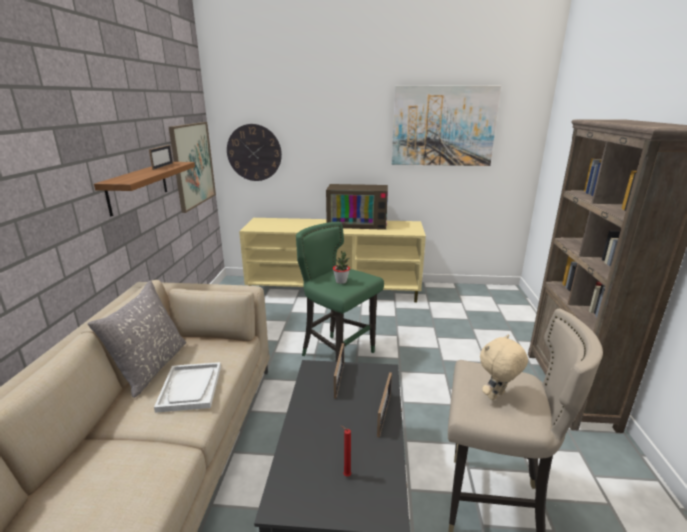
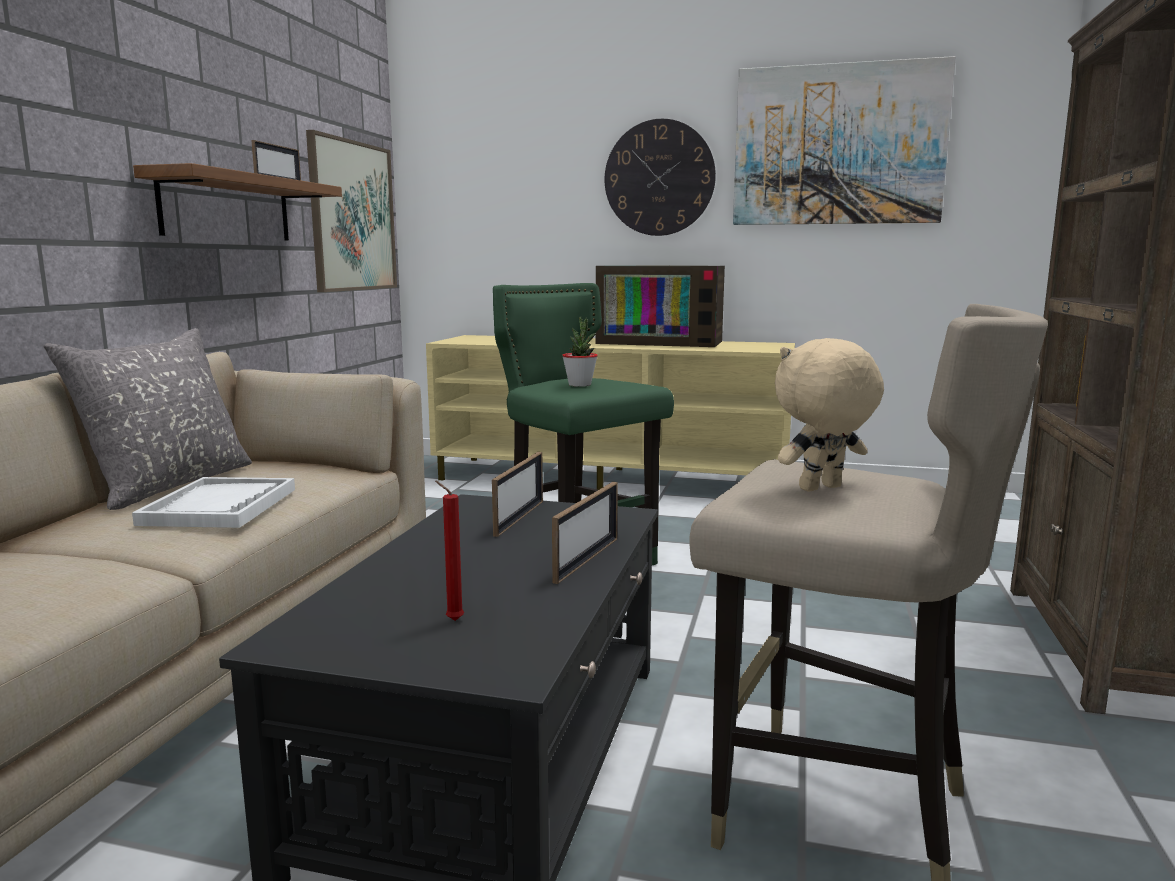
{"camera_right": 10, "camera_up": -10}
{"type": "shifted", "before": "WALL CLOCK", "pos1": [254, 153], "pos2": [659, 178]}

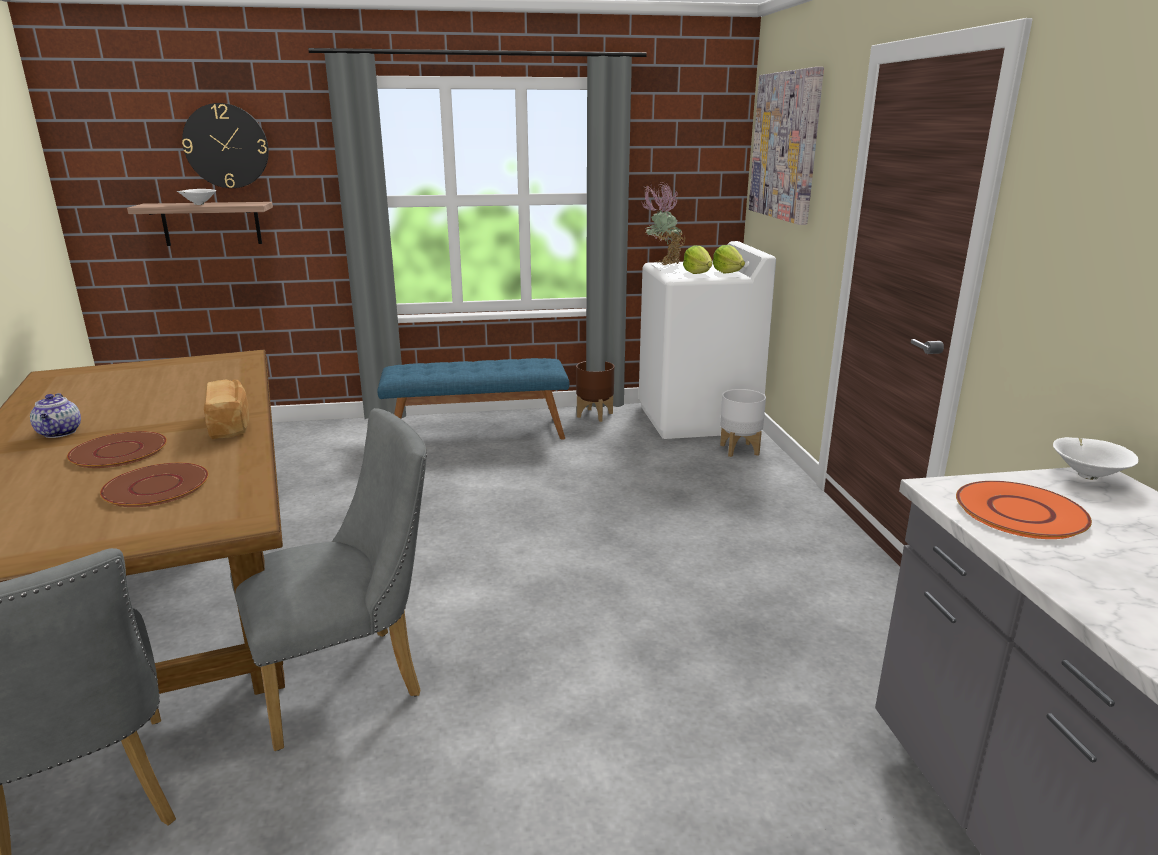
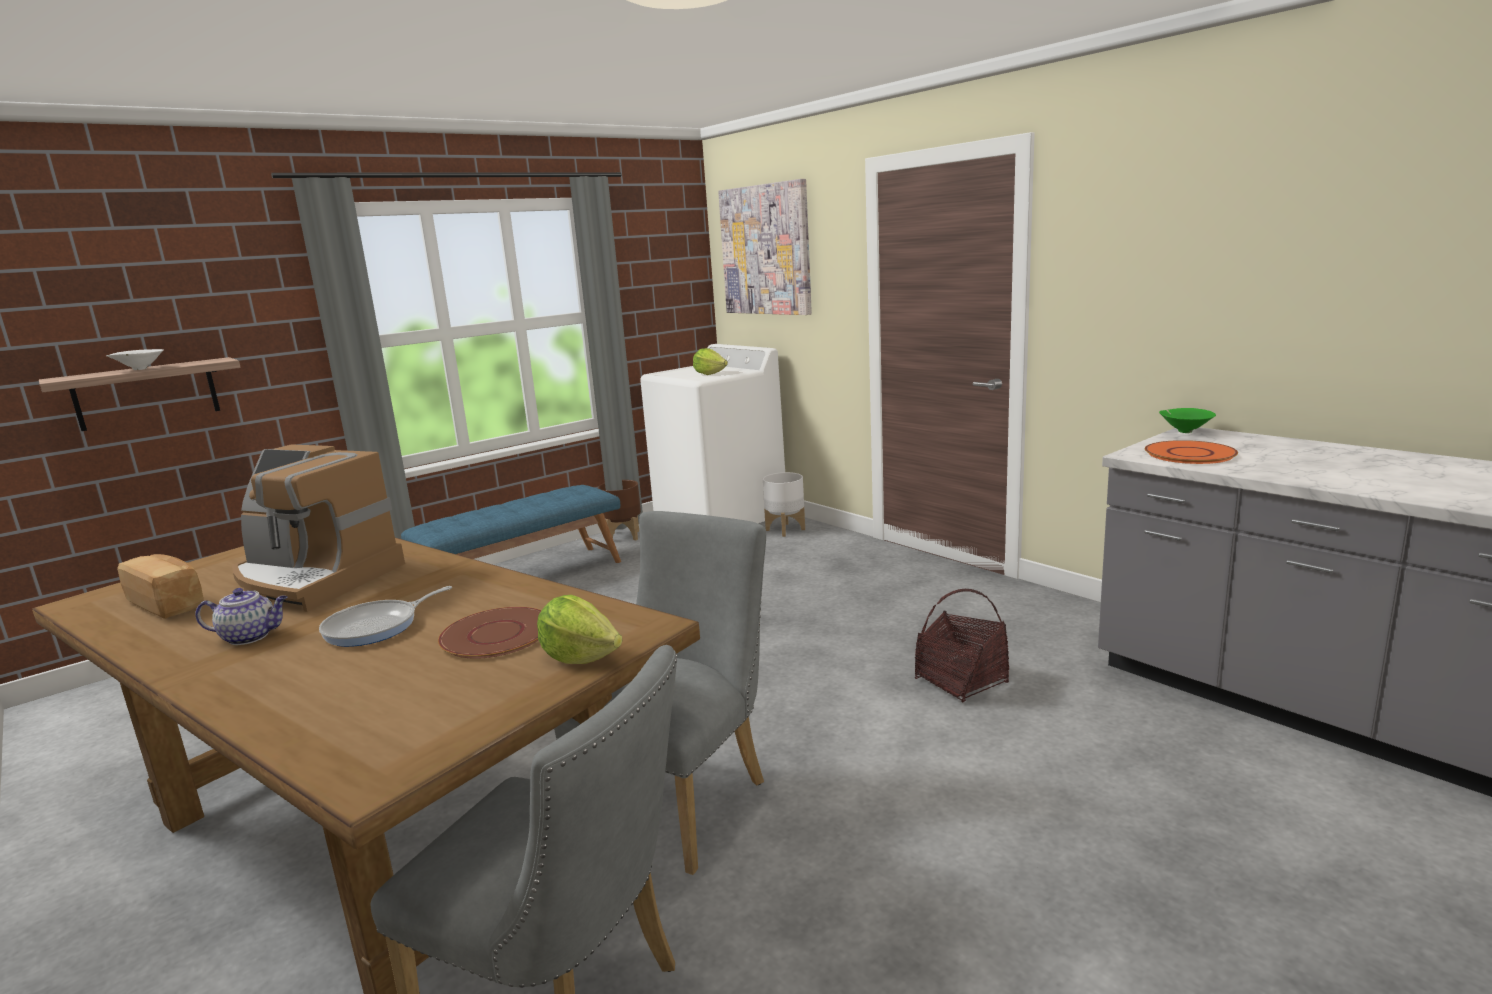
{"camera_right": -30, "camera_up": -5}
{"type": "gone", "before": "WALL CLOCK", "pos1": [226, 146]}
{"type": "gone", "before": "POTTED PLANT", "pos1": [662, 264]}
{"type": "new", "after": "COFFEE MACHINE", "pos2": [314, 579]}
{"type": "new", "after": "BASKET", "pos2": [961, 681]}
{"type": "shifted", "before": "BREAD", "pos1": [230, 425], "pos2": [168, 604]}
{"type": "shifted", "before": "LETTUCE", "pos1": [727, 272], "pos2": [580, 657]}
{"type": "swapped", "before": "BROWN PLATE", "after": "FRYING PAN", "pos1": [119, 451], "pos2": [376, 627]}
{"type": "repainted", "before": "WHITE BOWL", "after": "GREEN BOWL", "pos1": [1087, 475], "pos2": [1184, 431]}
{"type": "rotated", "before": "TEAPOT", "pos1": [60, 433], "pos2": [251, 636], "turn": -45}

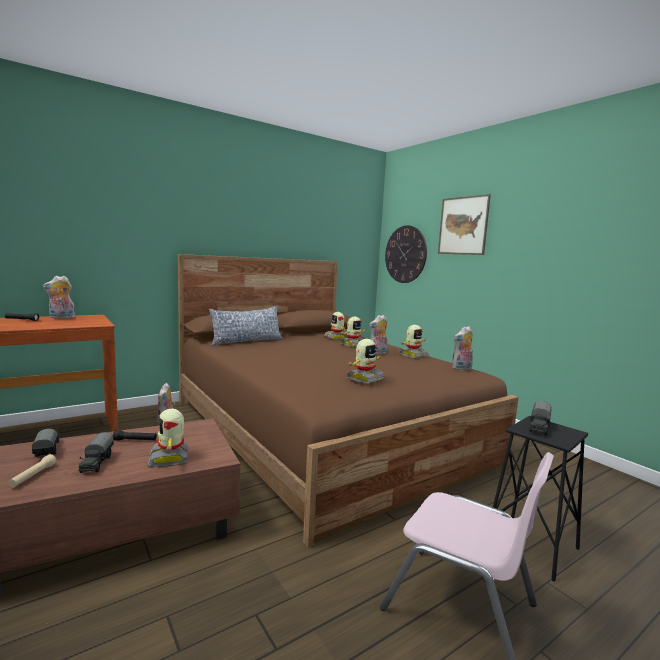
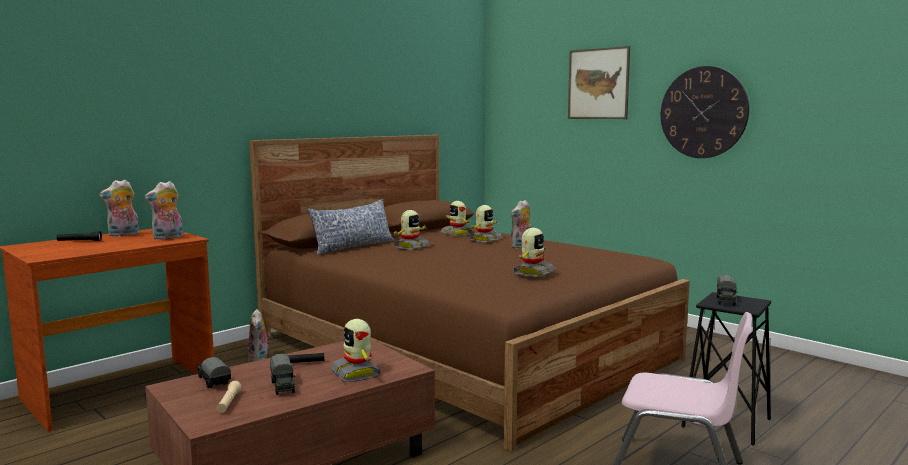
{"camera_right": -10, "camera_up": 0}
{"type": "shifted", "before": "WALL CLOCK", "pos1": [405, 254], "pos2": [703, 112]}
{"type": "shifted", "before": "TOY ROBOT", "pos1": [413, 355], "pos2": [411, 247]}
{"type": "shifted", "before": "PLUSH TOY", "pos1": [461, 369], "pos2": [168, 238]}

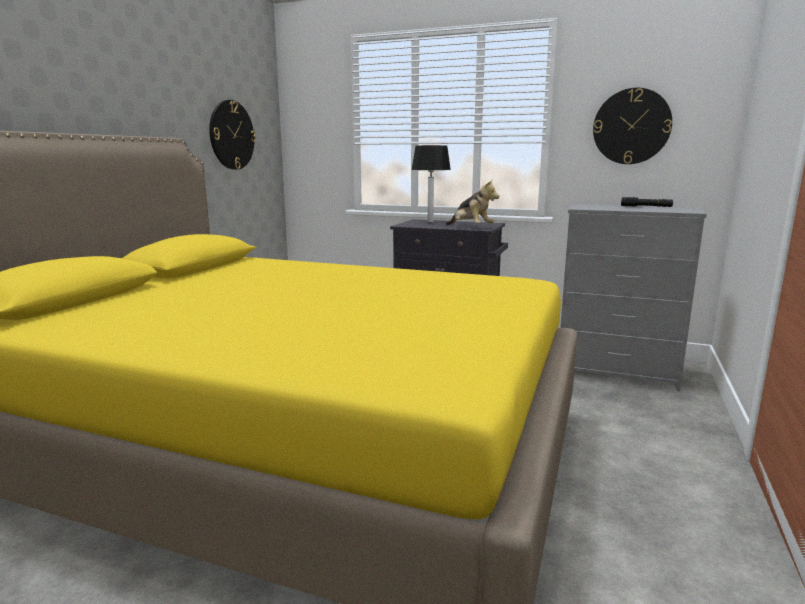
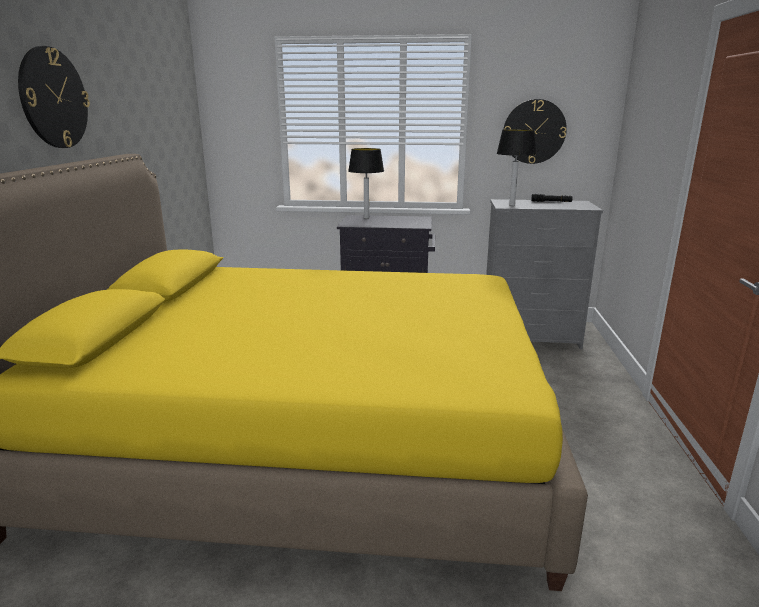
{"camera_right": -15, "camera_up": 5}
{"type": "gone", "before": "PLUSH TOY", "pos1": [470, 228]}
{"type": "new", "after": "TABLE LAMP", "pos2": [512, 205]}
{"type": "shifted", "before": "WALL CLOCK", "pos1": [231, 135], "pos2": [53, 98]}

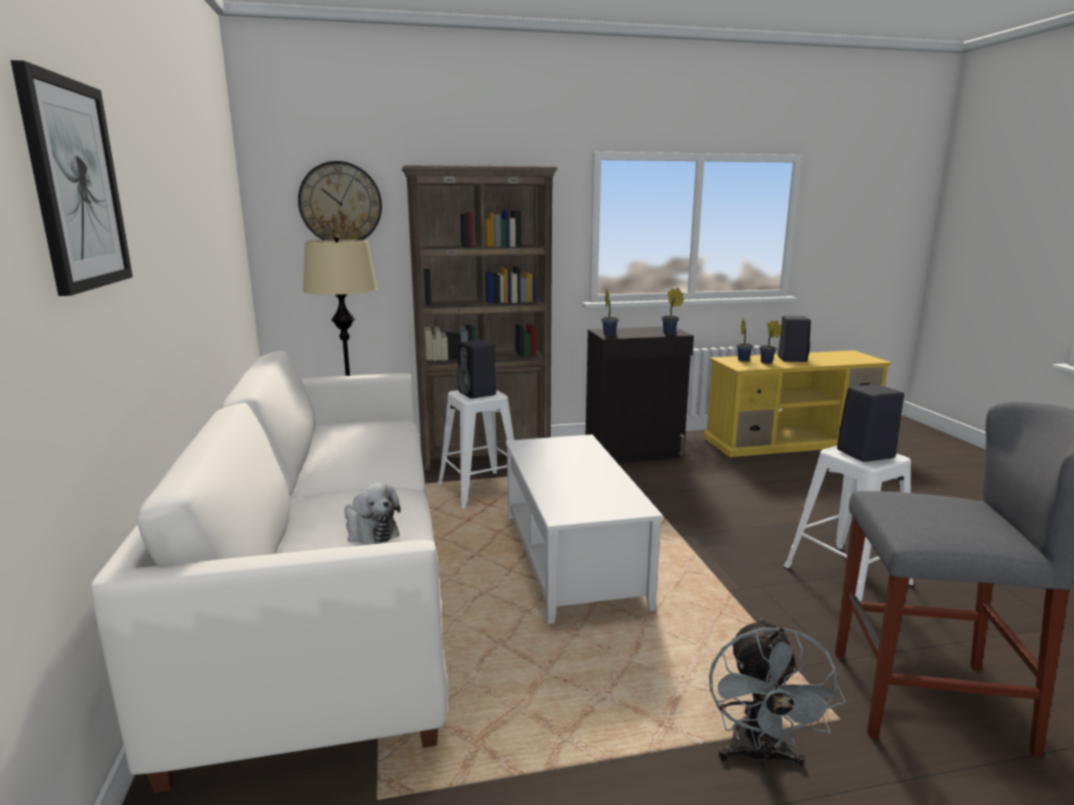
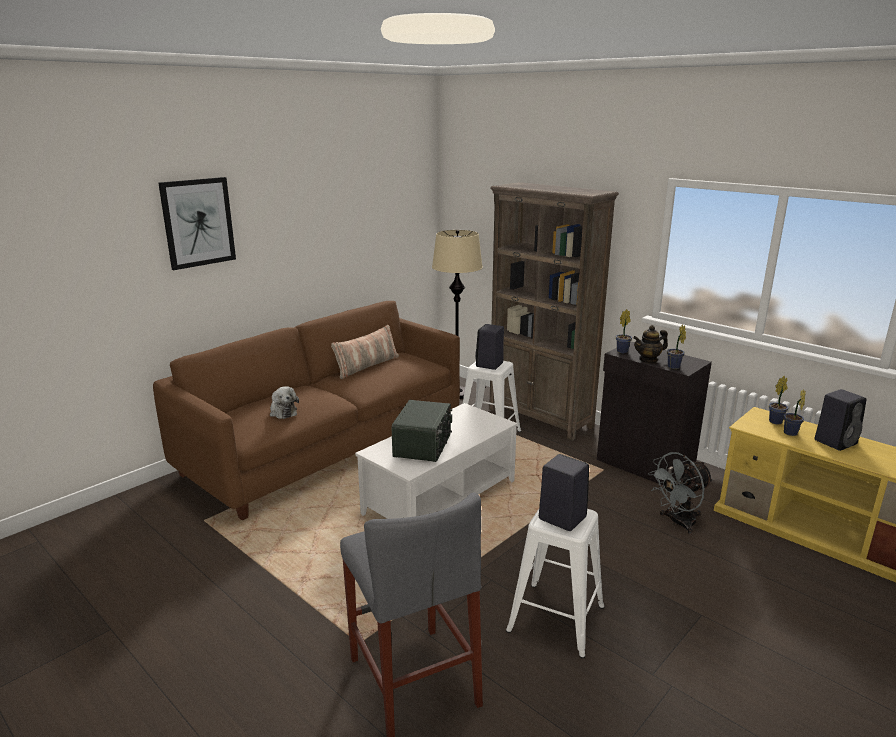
{"camera_right": 55, "camera_up": 5}
{"type": "gone", "before": "WALL CLOCK", "pos1": [340, 203]}
{"type": "new", "after": "PILLOW", "pos2": [366, 366]}
{"type": "new", "after": "RADIO", "pos2": [424, 445]}
{"type": "new", "after": "TEAPOT", "pos2": [648, 360]}
{"type": "shifted", "before": "GREY FAN", "pos1": [759, 756], "pos2": [677, 523]}
{"type": "repainted", "before": "WHITE SOFA", "after": "BROWN SOFA", "pos1": [327, 594], "pos2": [326, 446]}
{"type": "rotated", "before": "PLUSH TOY", "pos1": [370, 531], "pos2": [282, 412], "turn": -45}

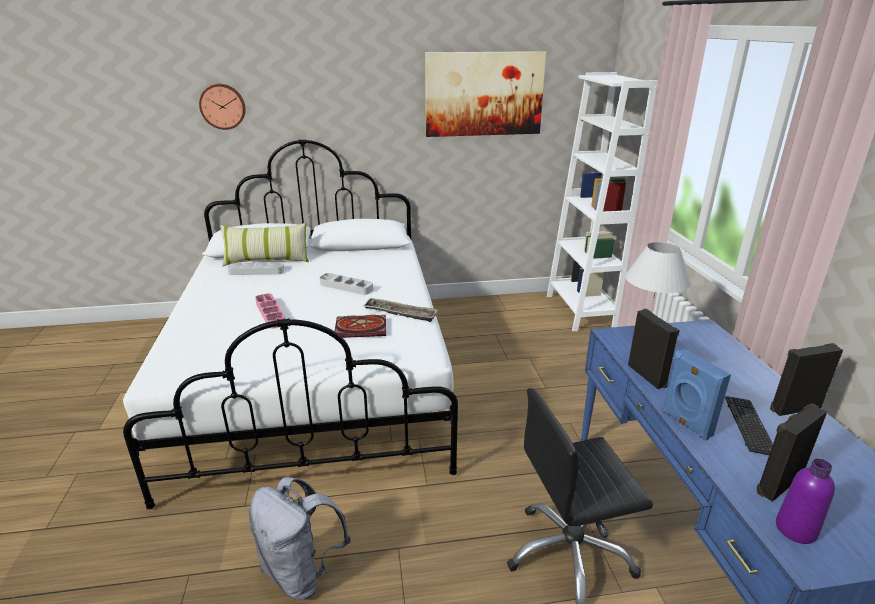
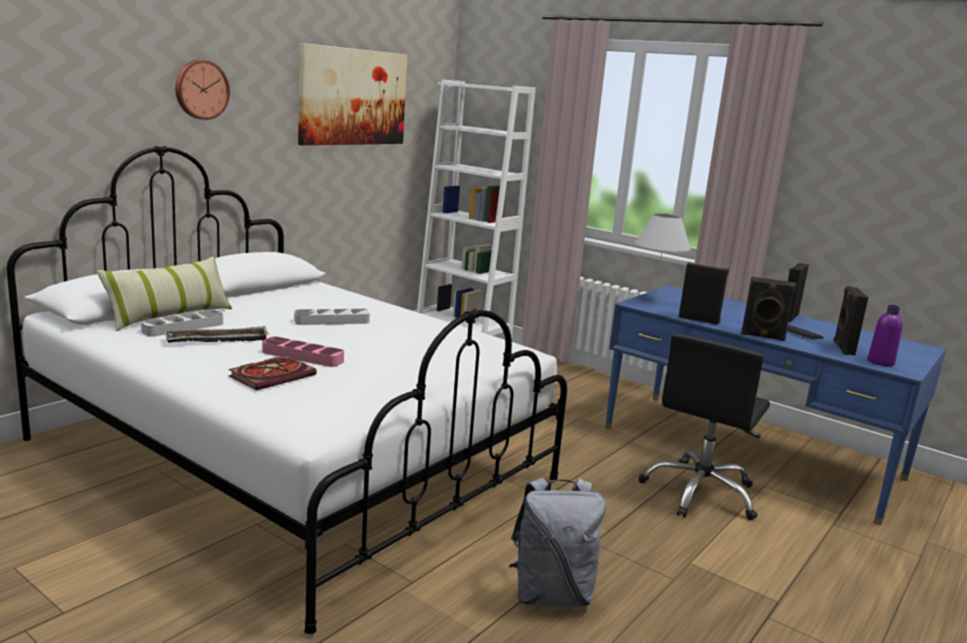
{"camera_right": -45, "camera_up": -10}
{"type": "shifted", "before": "WALL CLOCK", "pos1": [223, 106], "pos2": [201, 89]}
{"type": "shifted", "before": "BOOK", "pos1": [362, 328], "pos2": [273, 375]}
{"type": "shifted", "before": "TRAY", "pos1": [400, 313], "pos2": [218, 340]}
{"type": "repainted", "before": "BLUE SPEAKER", "after": "BLACK SPEAKER", "pos1": [685, 424], "pos2": [762, 336]}

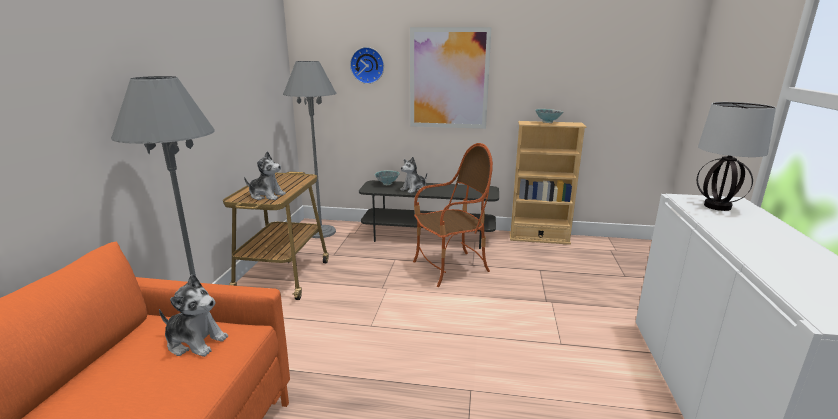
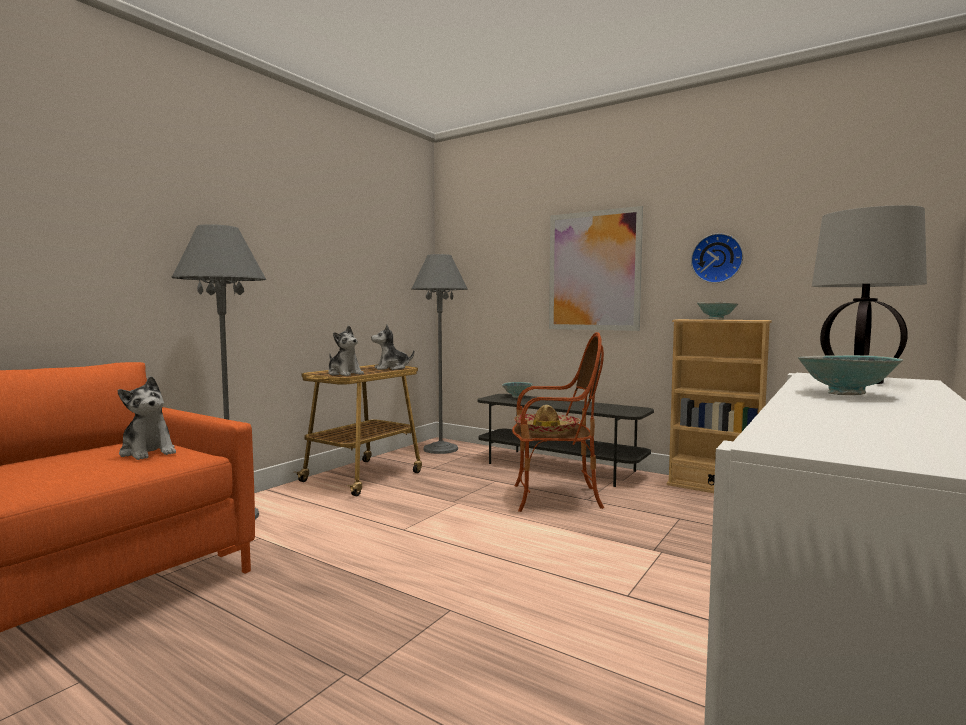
{"camera_right": 25, "camera_up": -15}
{"type": "new", "after": "HAT", "pos2": [546, 430]}
{"type": "new", "after": "BOWL", "pos2": [846, 394]}
{"type": "shifted", "before": "WALL CLOCK", "pos1": [367, 65], "pos2": [717, 258]}
{"type": "shifted", "before": "PLUSH TOY", "pos1": [414, 189], "pos2": [391, 368]}

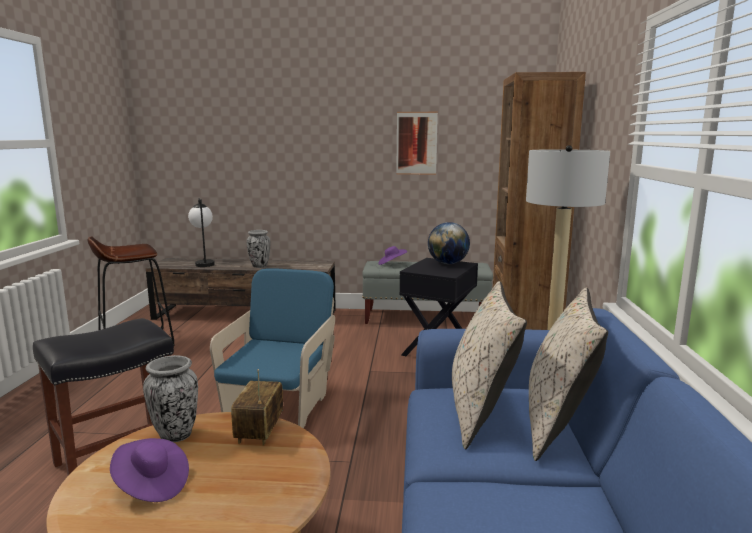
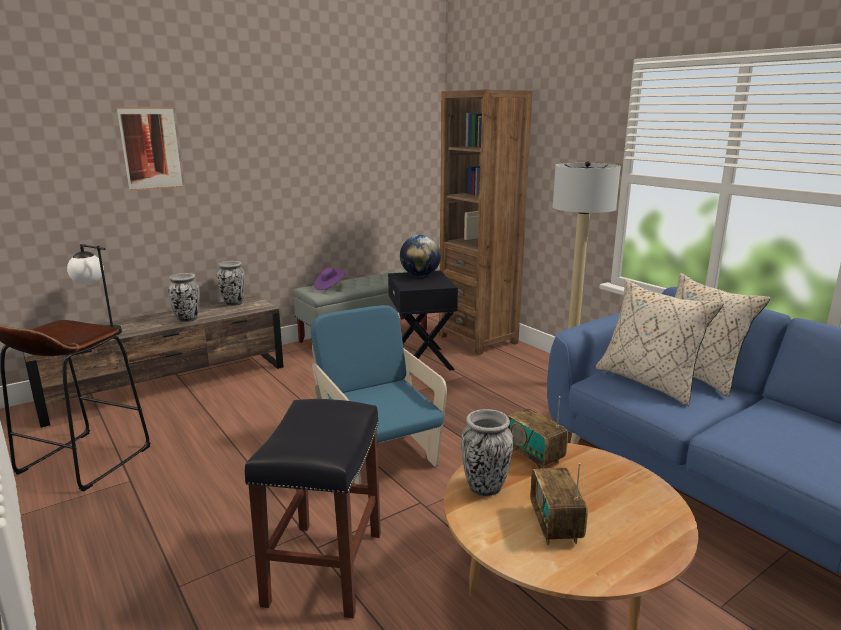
{"camera_right": -40, "camera_up": 5}
{"type": "new", "after": "VASE", "pos2": [233, 303]}
{"type": "shifted", "before": "PICTURE", "pos1": [416, 143], "pos2": [150, 148]}
{"type": "swapped", "before": "PURPLE HAT", "after": "RADIO", "pos1": [151, 485], "pos2": [555, 525]}

